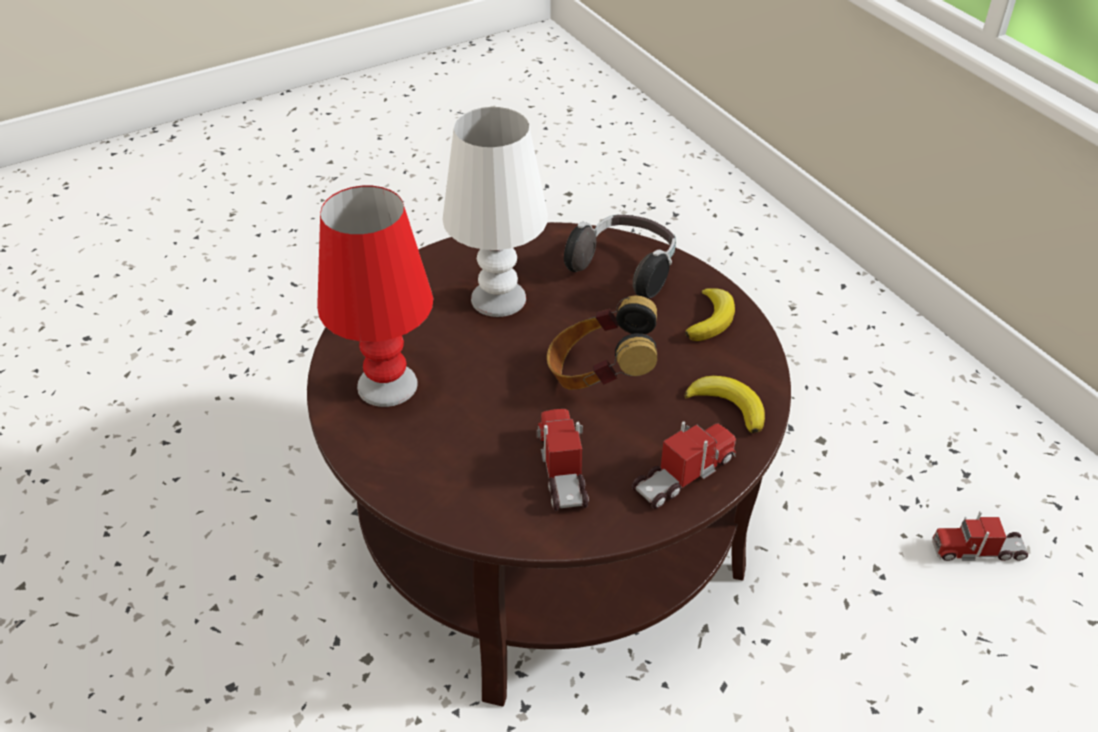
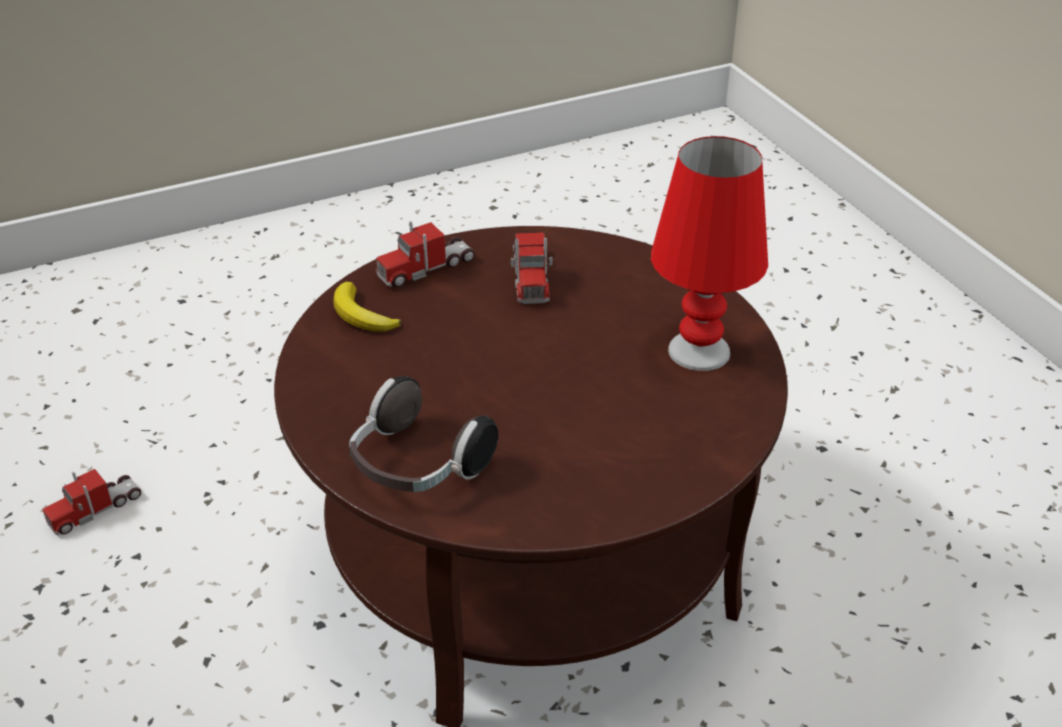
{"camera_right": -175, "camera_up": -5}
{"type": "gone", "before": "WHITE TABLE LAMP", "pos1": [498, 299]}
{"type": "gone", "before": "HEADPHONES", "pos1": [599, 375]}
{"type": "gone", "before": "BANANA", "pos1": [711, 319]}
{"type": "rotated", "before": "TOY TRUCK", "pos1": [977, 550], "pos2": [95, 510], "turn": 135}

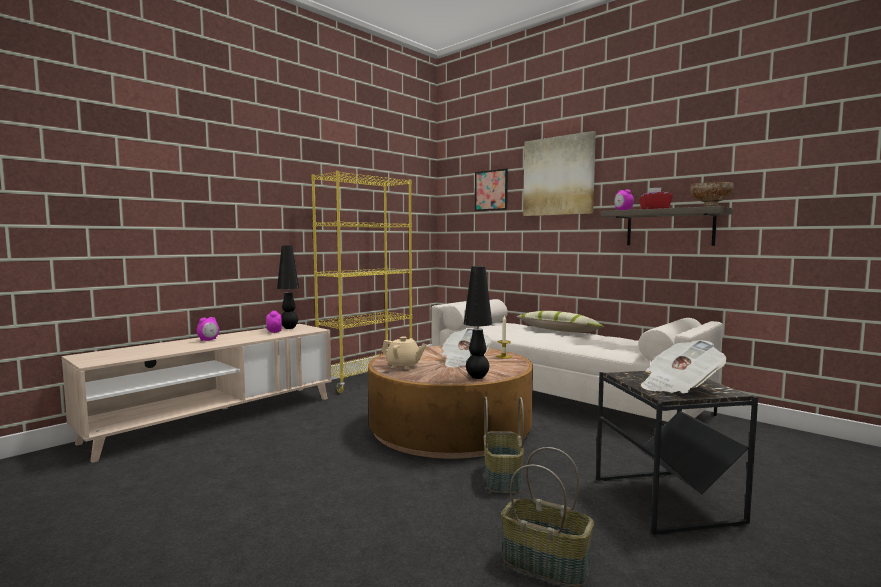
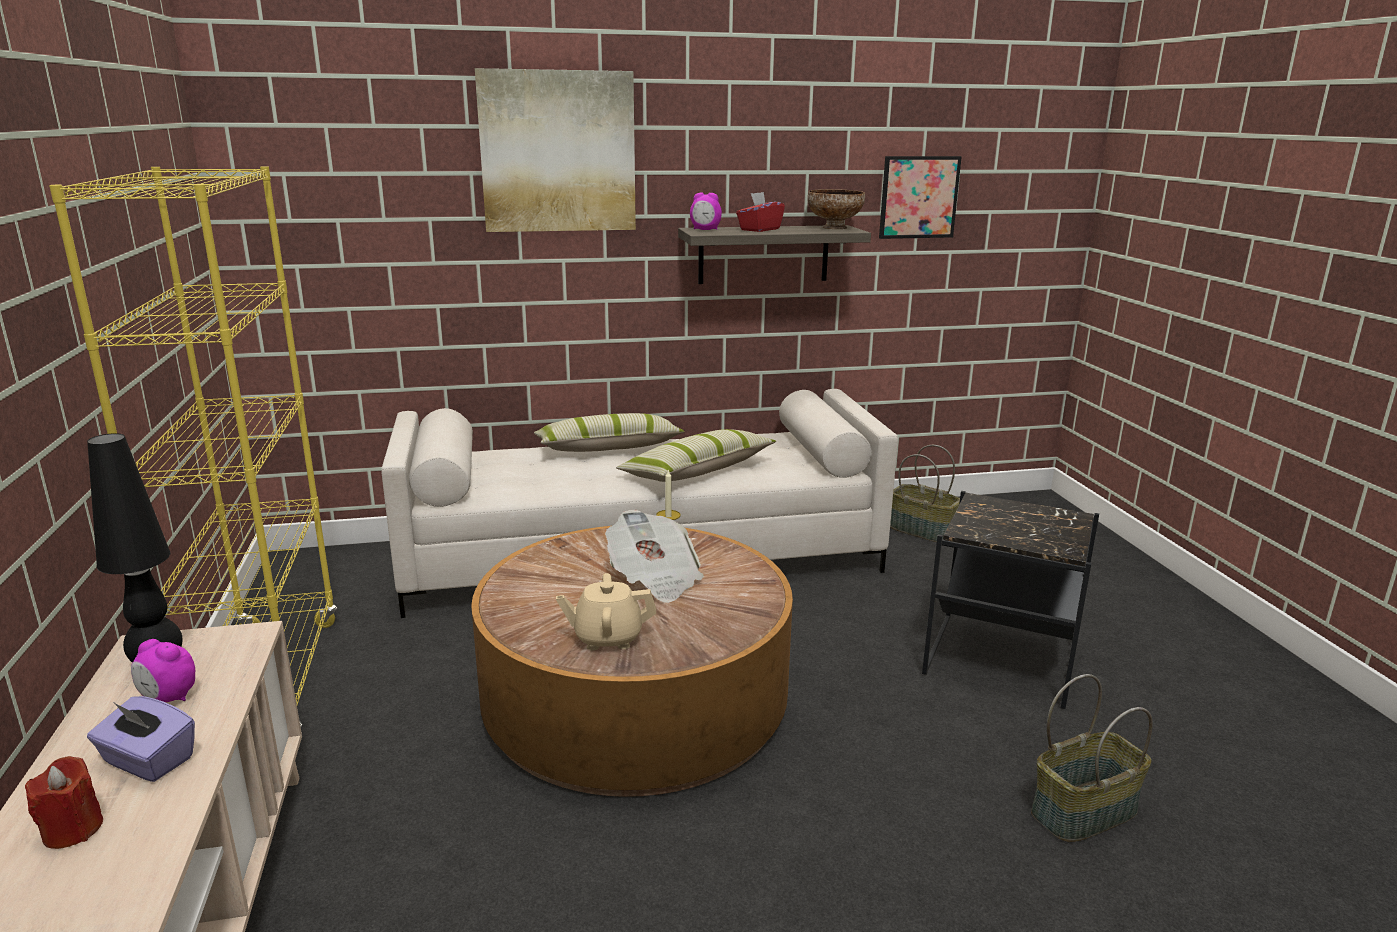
{"camera_right": -55, "camera_up": 15}
{"type": "gone", "before": "BLACK TABLE LAMP", "pos1": [477, 377]}
{"type": "gone", "before": "NEWSPAPER", "pos1": [678, 387]}
{"type": "new", "after": "PURPLE TISSUE BOX", "pos2": [148, 761]}
{"type": "new", "after": "PILLOW", "pos2": [697, 471]}
{"type": "shifted", "before": "PICTURE", "pos1": [491, 190], "pos2": [919, 197]}
{"type": "shifted", "before": "BASKET", "pos1": [503, 478], "pos2": [923, 530]}
{"type": "swapped", "before": "ALARM CLOCK", "after": "RED CANDLE", "pos1": [208, 340], "pos2": [73, 830]}
{"type": "rotated", "before": "BEIGE TEAPOT", "pos1": [403, 366], "pos2": [607, 638], "turn": -150}

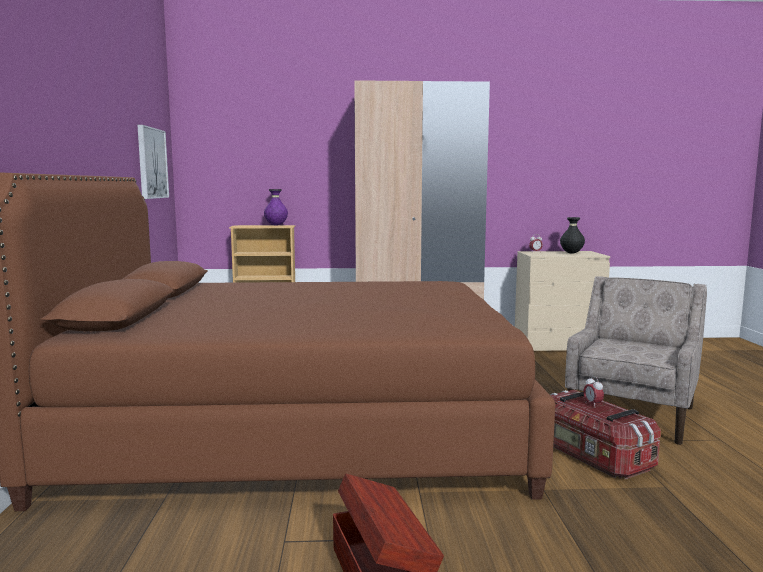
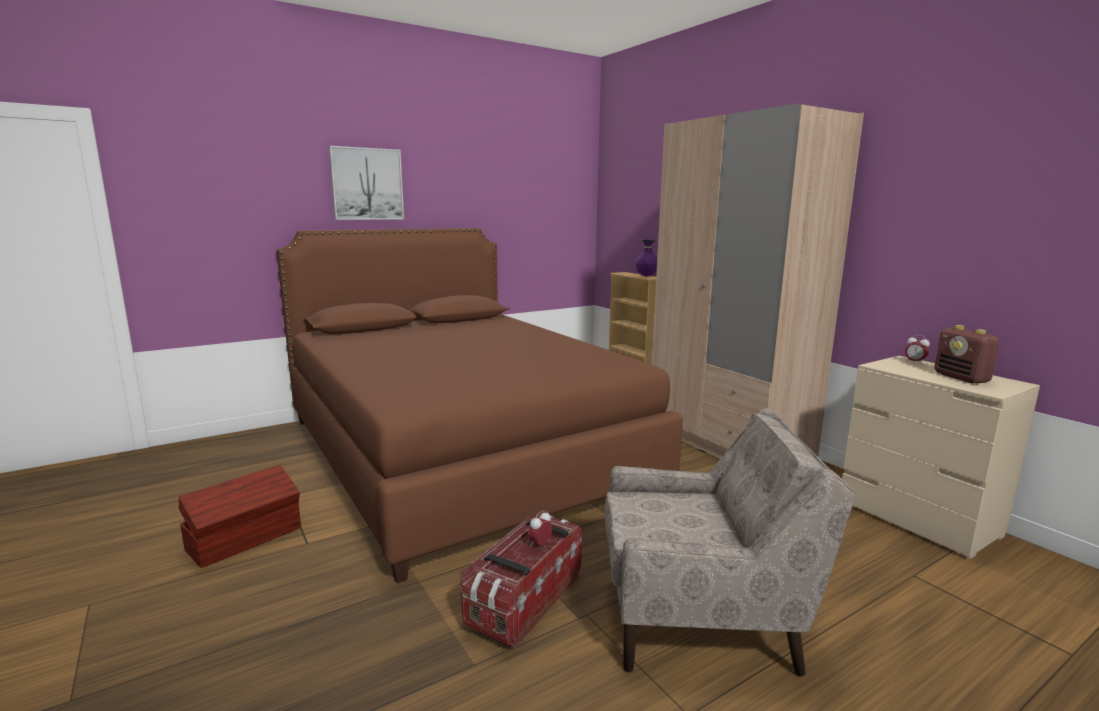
{"camera_right": 60, "camera_up": 5}
{"type": "shifted", "before": "PICTURE", "pos1": [151, 163], "pos2": [367, 184]}
{"type": "swapped", "before": "BLACK VASE", "after": "RADIO", "pos1": [571, 253], "pos2": [961, 378]}

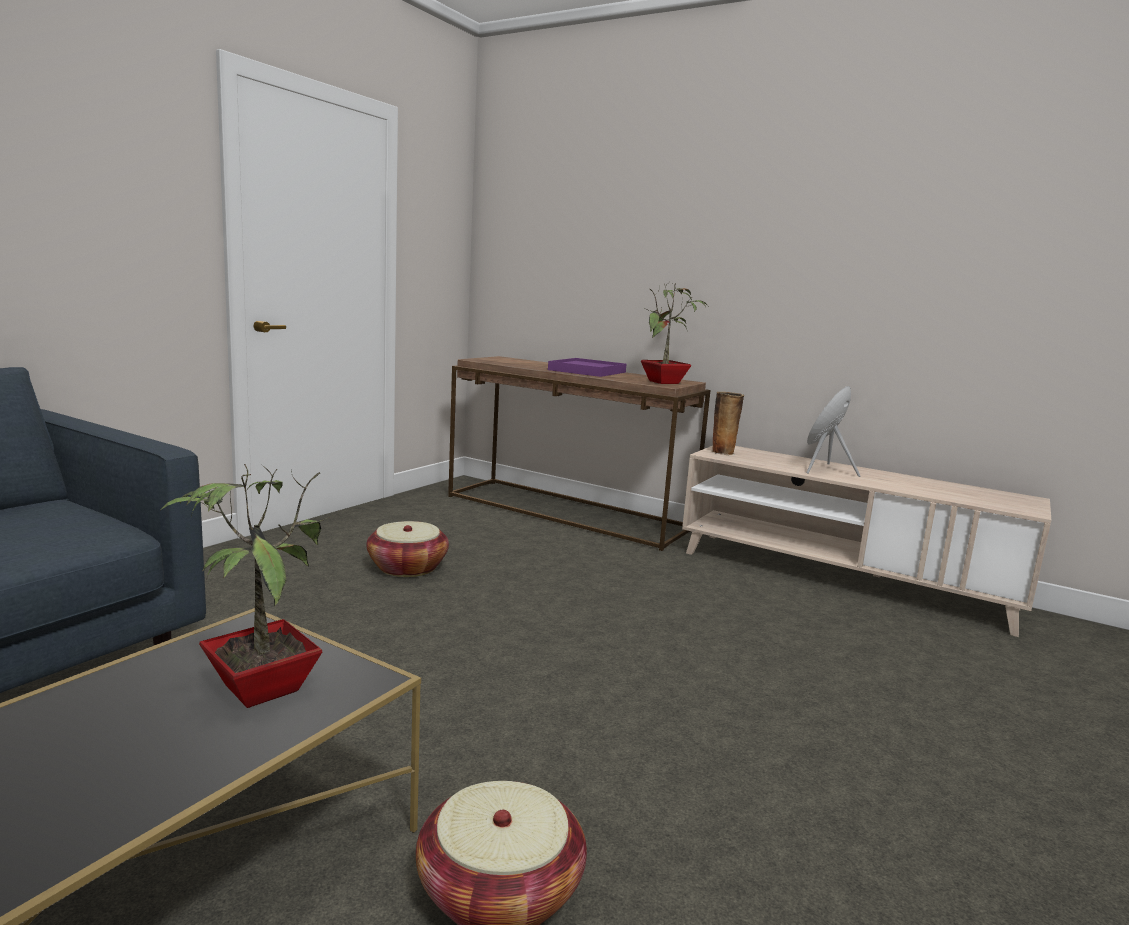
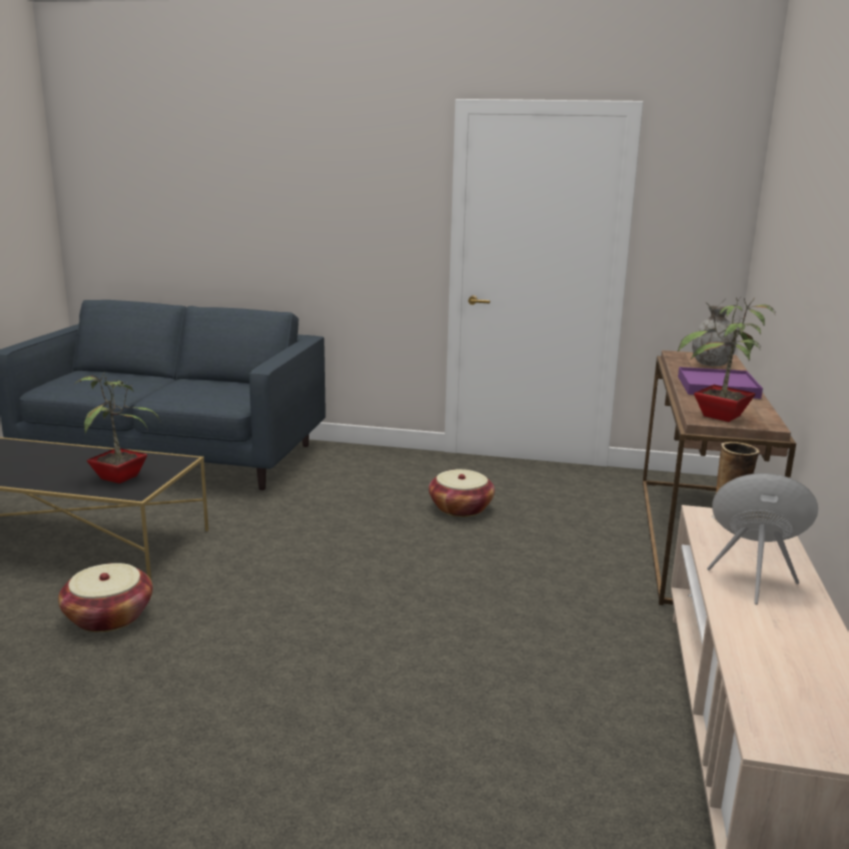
{"camera_right": 70, "camera_up": 5}
{"type": "new", "after": "GREY VASE", "pos2": [710, 364]}

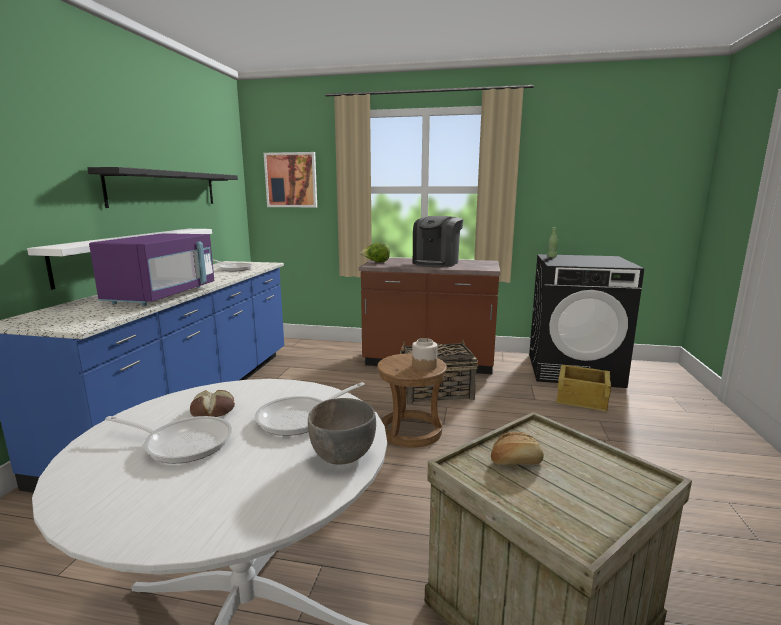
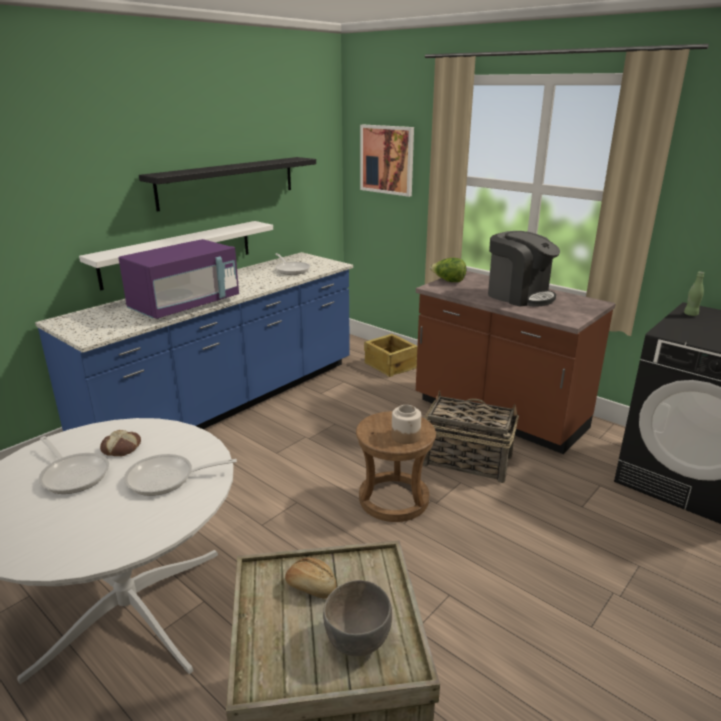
{"camera_right": 30, "camera_up": 10}
{"type": "shifted", "before": "GREY BOWL", "pos1": [343, 455], "pos2": [358, 640]}
{"type": "shifted", "before": "CRATE", "pos1": [581, 399], "pos2": [391, 365]}
{"type": "rotated", "before": "COFFEE MACHINE", "pos1": [436, 263], "pos2": [519, 296], "turn": -105}

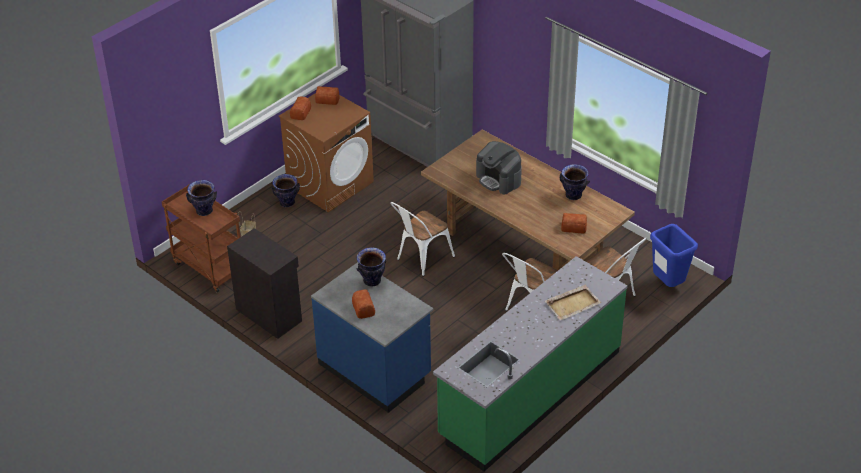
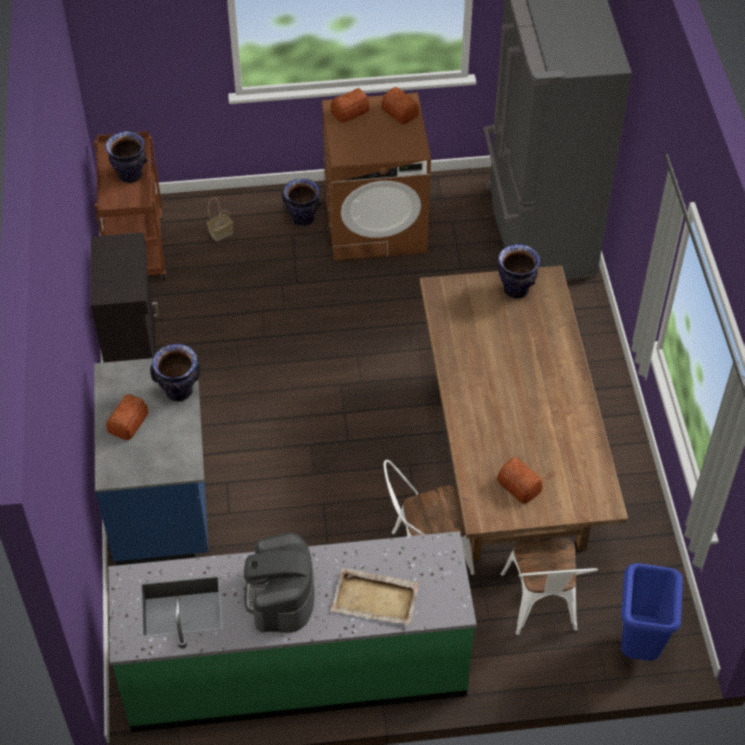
{"camera_right": 40, "camera_up": 10}
{"type": "gone", "before": "WHITE CHAIR", "pos1": [421, 259]}
{"type": "shifted", "before": "COFFEE MACHINE", "pos1": [499, 179], "pos2": [281, 597]}
{"type": "shifted", "before": "VASE", "pos1": [573, 195], "pos2": [516, 290]}

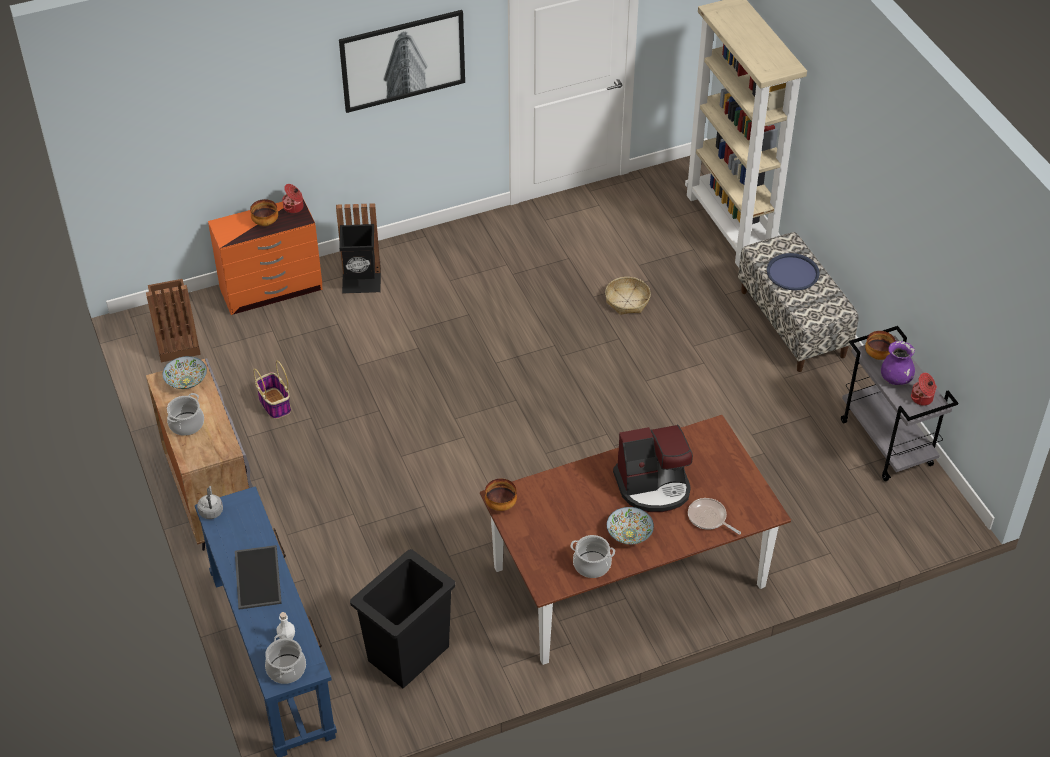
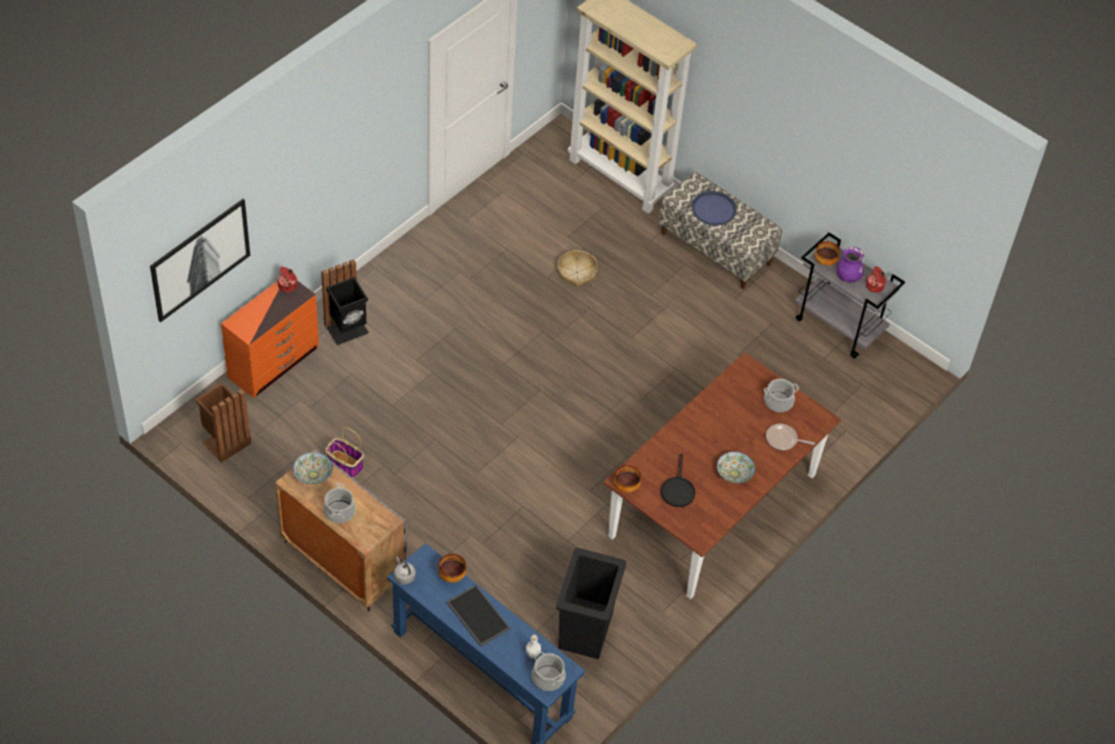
{"camera_right": -30, "camera_up": 5}
{"type": "gone", "before": "COFFEE MACHINE", "pos1": [653, 486]}
{"type": "new", "after": "BLACK FRYING PAN", "pos2": [677, 489]}
{"type": "shifted", "before": "BOWL", "pos1": [265, 222], "pos2": [451, 575]}
{"type": "shifted", "before": "PICTURE", "pos1": [403, 60], "pos2": [200, 259]}
{"type": "shifted", "before": "COOKING POT", "pos1": [591, 565], "pos2": [778, 402]}

